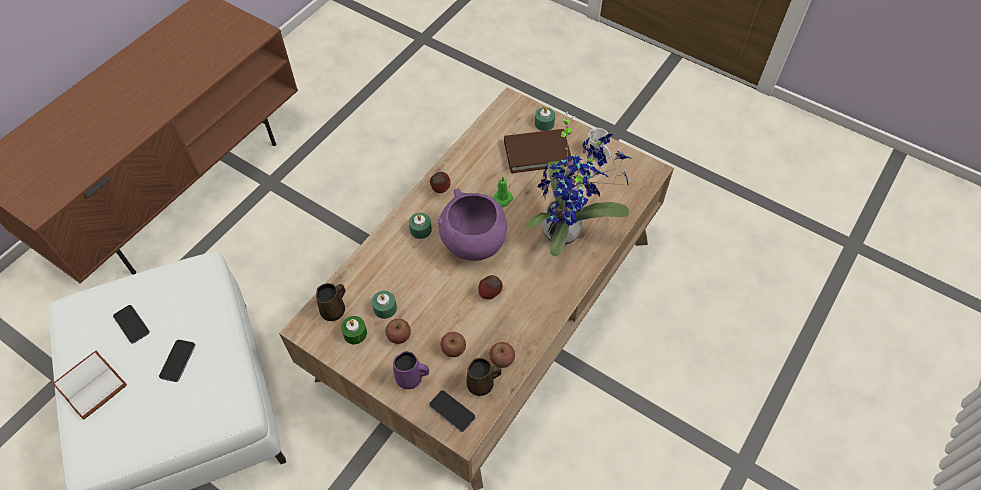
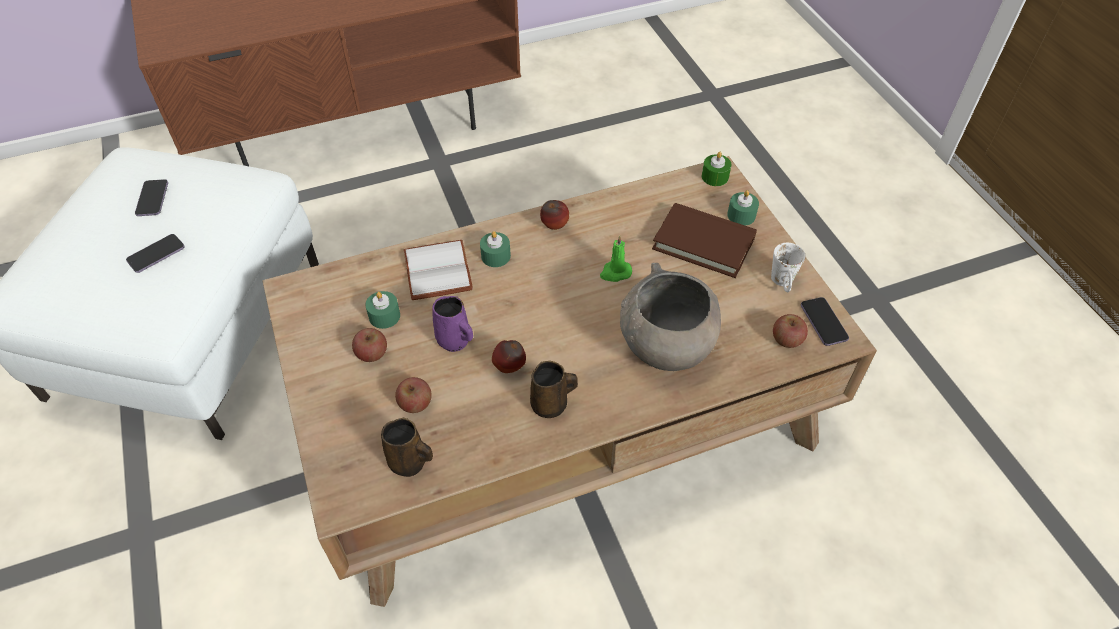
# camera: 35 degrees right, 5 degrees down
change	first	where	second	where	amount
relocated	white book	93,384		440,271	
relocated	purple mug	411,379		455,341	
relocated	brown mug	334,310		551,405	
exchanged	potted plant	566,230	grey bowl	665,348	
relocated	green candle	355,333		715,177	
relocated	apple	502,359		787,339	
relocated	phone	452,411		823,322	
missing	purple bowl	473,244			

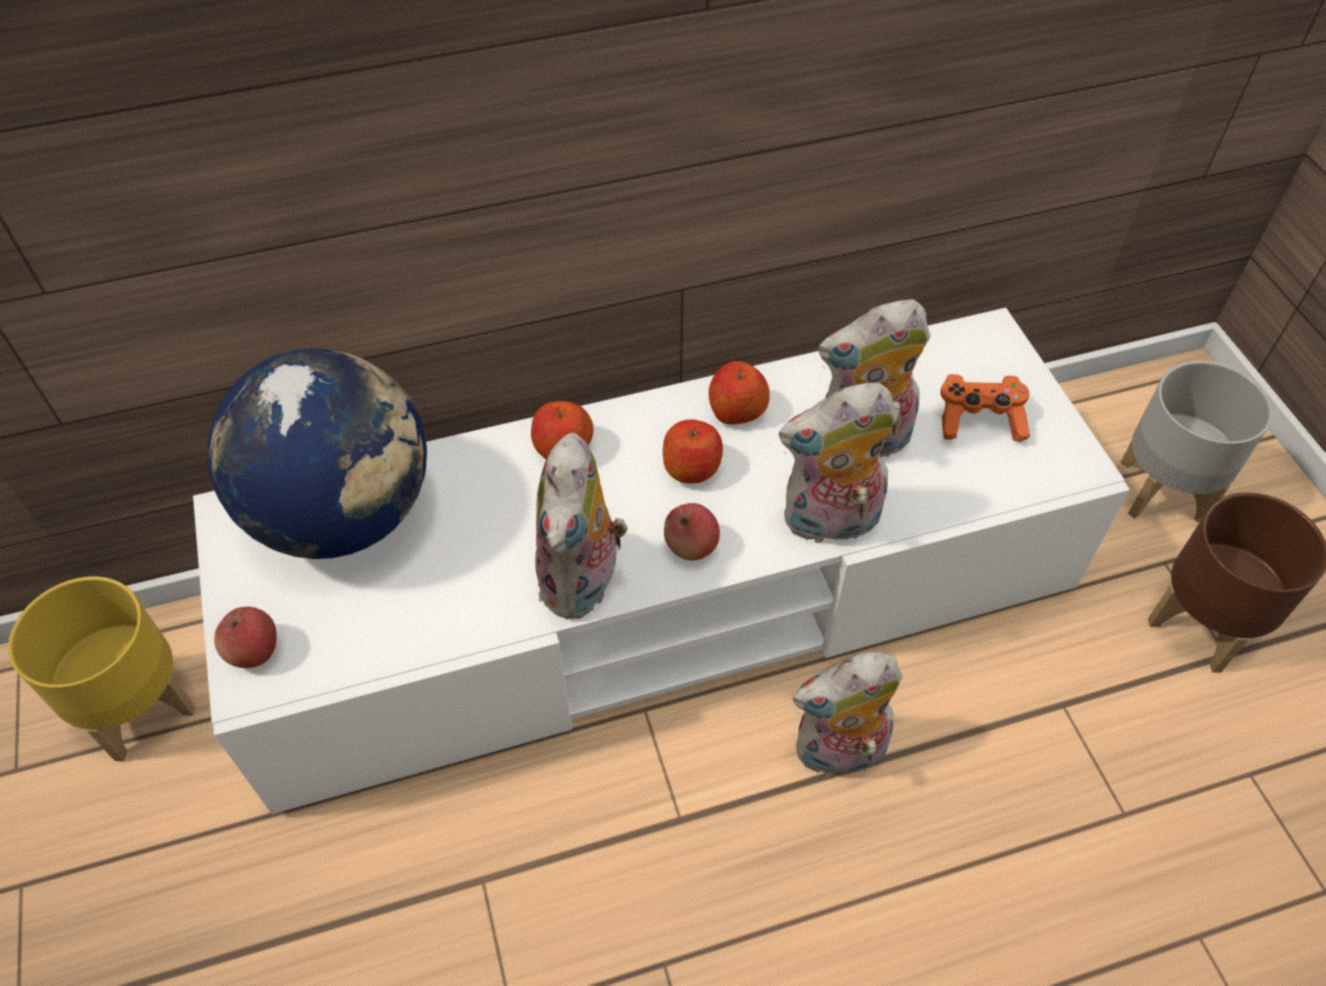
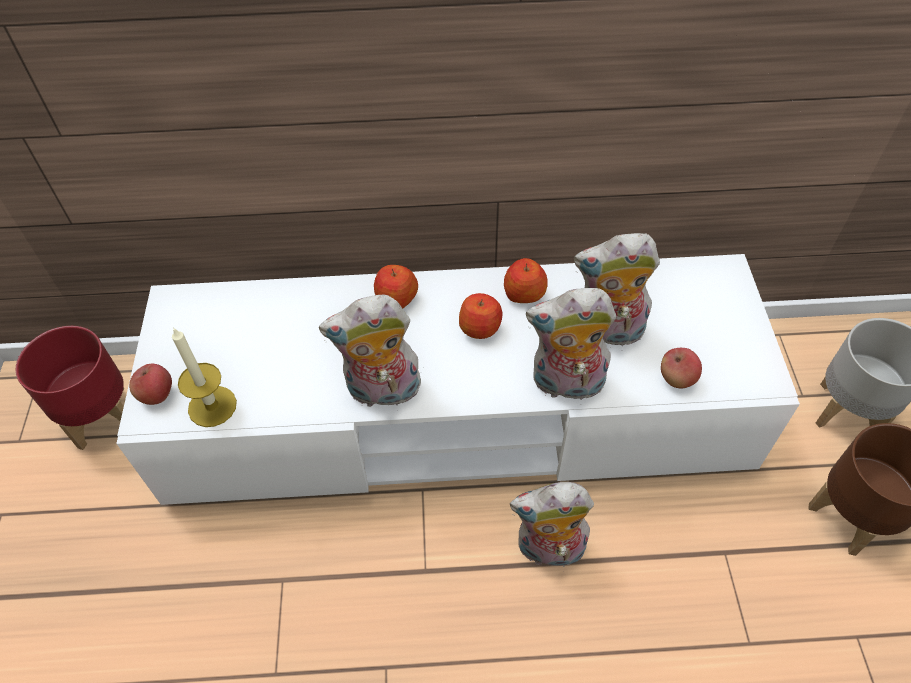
# camera: 15 degrees right, 0 degrees up
change	first	where	second	where	amount
colour	yellow planter	138,706	red planter	101,416	
appeared			candle	212,406	
spun	plush toy	583,582		382,392	60 degrees clockwise
relocated	apple	691,547		677,378	
missing	globe	344,514			
missing	orange game controller	979,419			

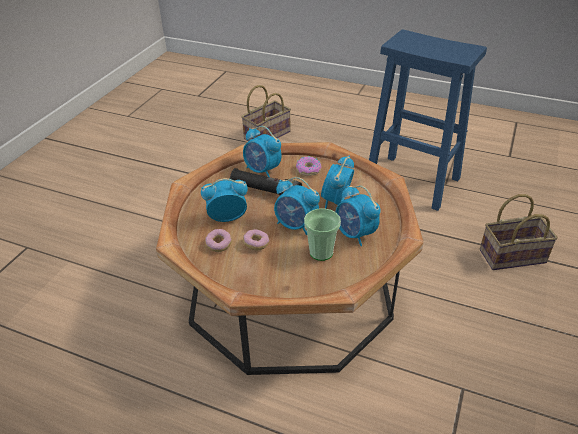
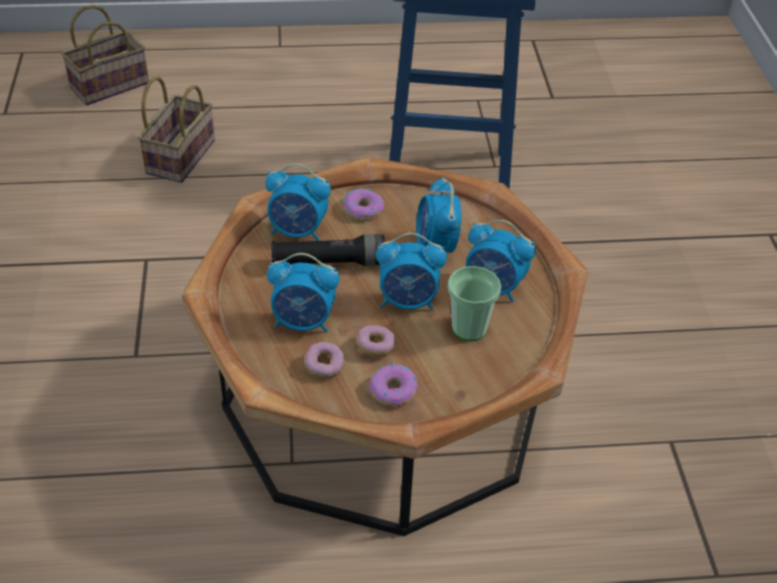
# camera: 30 degrees left, 5 degrees up
change	first	where	second	where	amount
relocated	basket	513,255		111,84	
spun	alarm clock	227,218		304,322	135 degrees counterclockwise
appeared			donut	394,390	

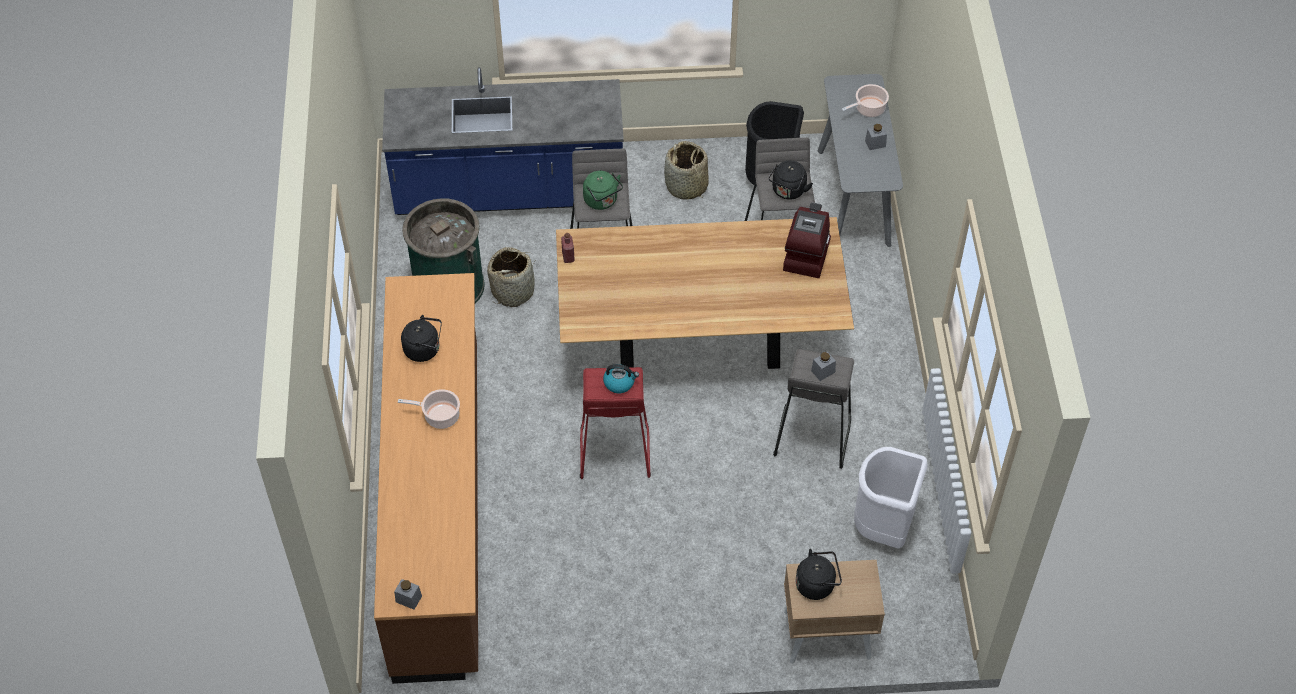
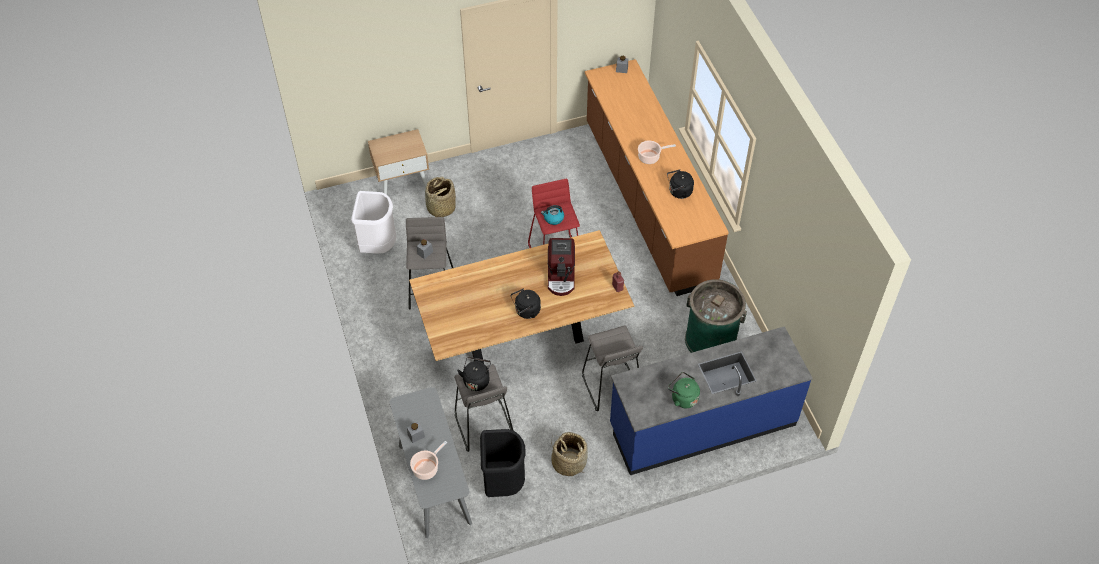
# camera: 165 degrees right, 0 degrees up
change	first	where	second	where	amount
relocated	basket	513,291		441,208	
relocated	black kettle	817,584		526,311	
relocated	coffee machine	806,253		561,277	
relocated	green kettle	602,201		683,398	

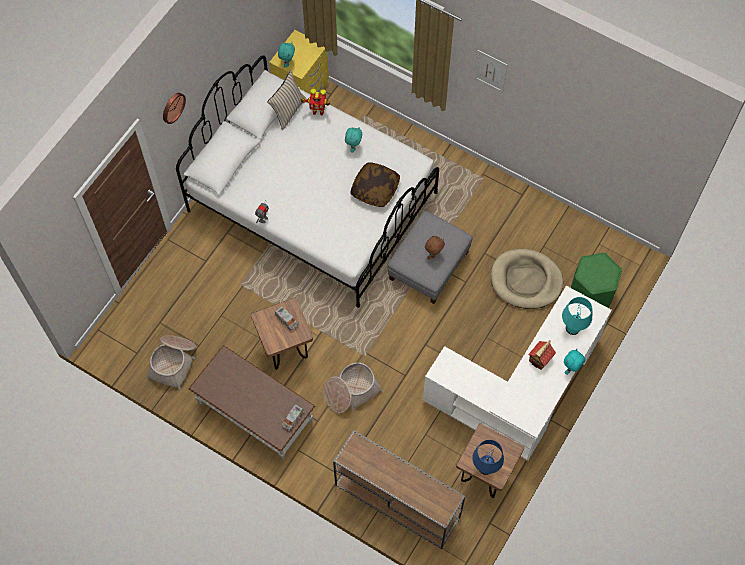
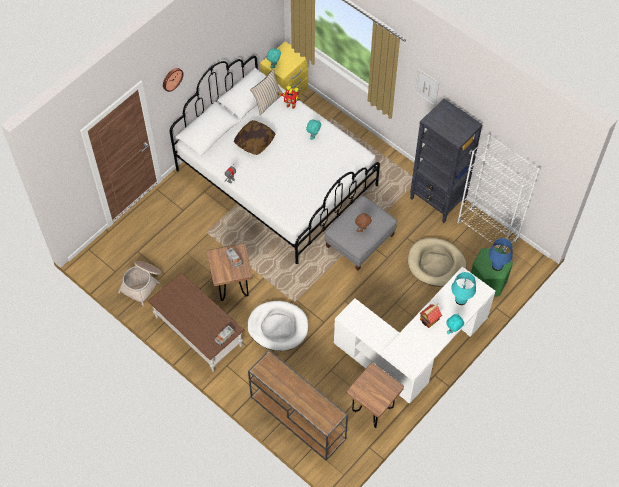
# camera: 10 degrees right, 5 degrees down
change	first	where	second	where	amount
relocated	pillow	375,189		254,141	
exchanged	basket	351,391	white dog bed	278,327	
appeared			black bookcase	437,201	
appeared			white bookcase	487,231	
relocated	blue table lamp	485,467		497,266	

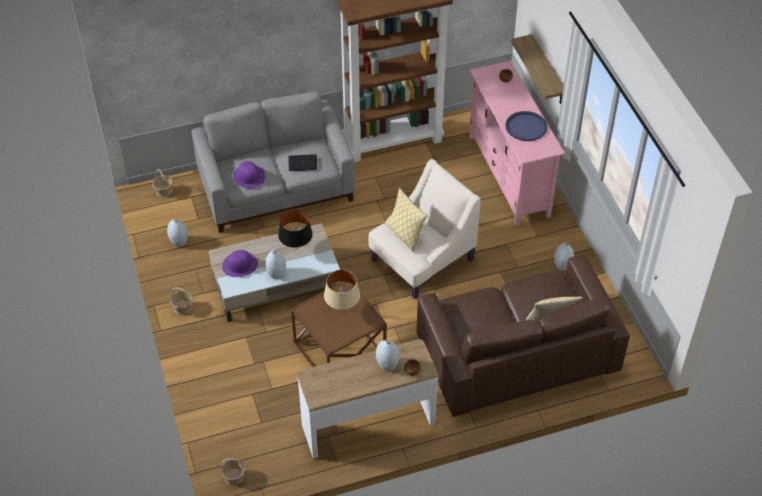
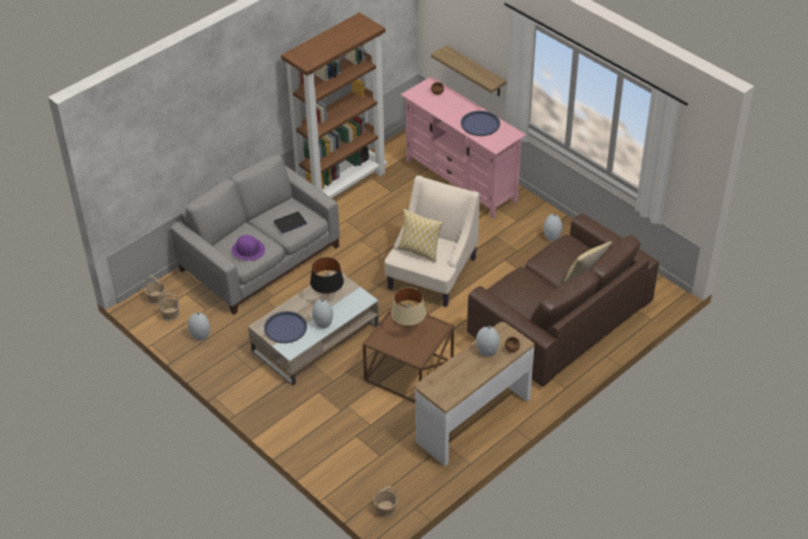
# camera: 25 degrees left, 5 degrees down
change	first	where	second	where	amount
relocated	basket	182,308		170,314	
exchanged	purple hat	240,265	blue tray	285,328	

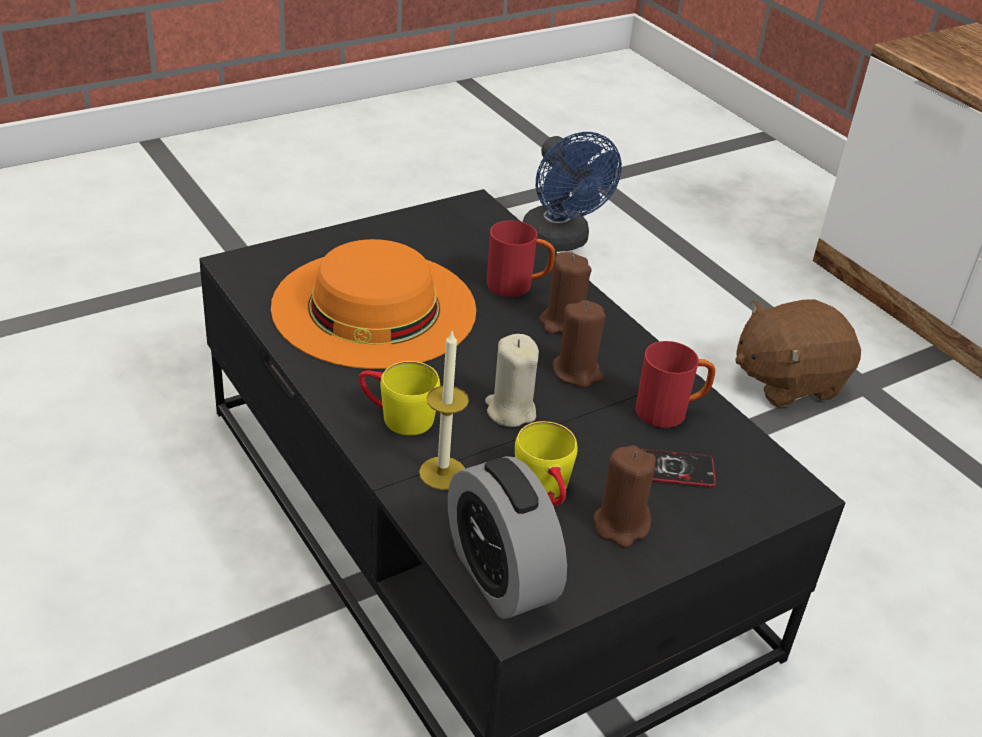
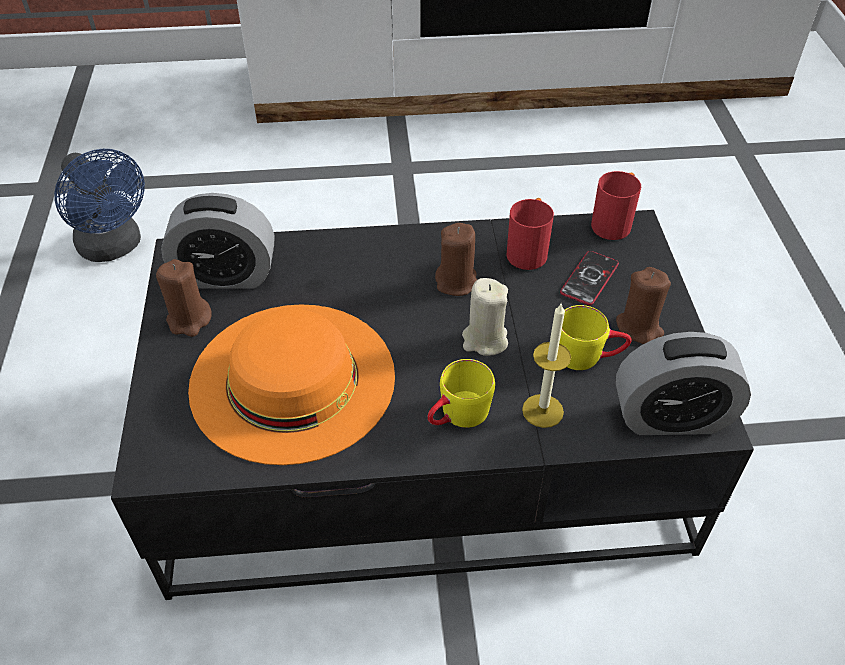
# camera: 60 degrees left, 10 degrees up
change	first	where	second	where	amount
spun	blue fan	560,242		114,247	45 degrees clockwise
relocated	brown candle	563,323		189,320	
appeared			alarm clock	226,275	
relocated	red mug	518,286		614,223	
missing	brown plush toy	786,381			

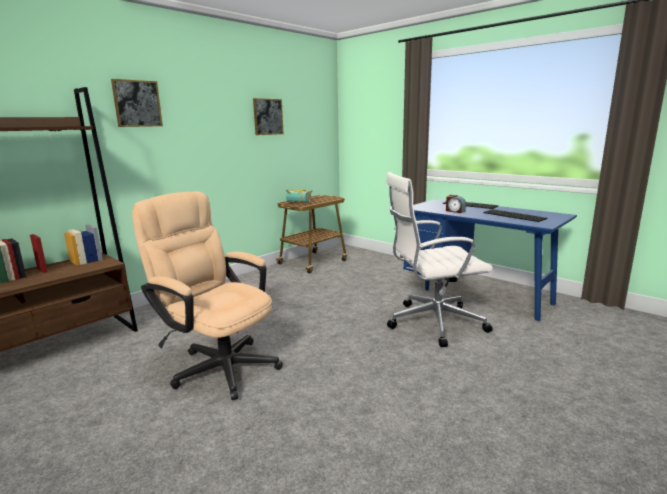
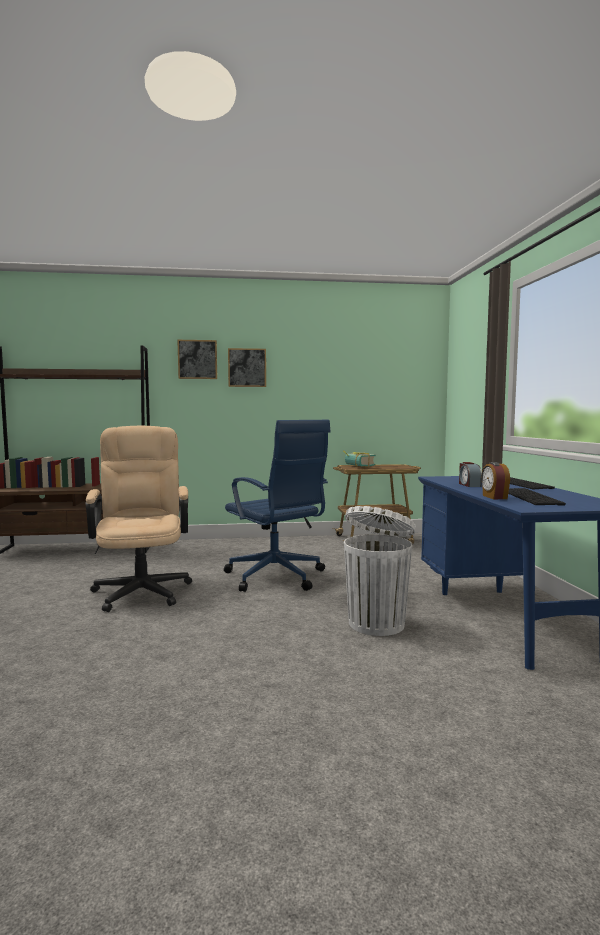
# camera: 40 degrees right, 10 degrees down
change	first	where	second	where	amount
appeared			blue office chair	276,577	
relocated	picture	268,116		247,367	
exchanged	white office chair	432,323	white trash can	377,623	
appeared			alarm clock	494,497	

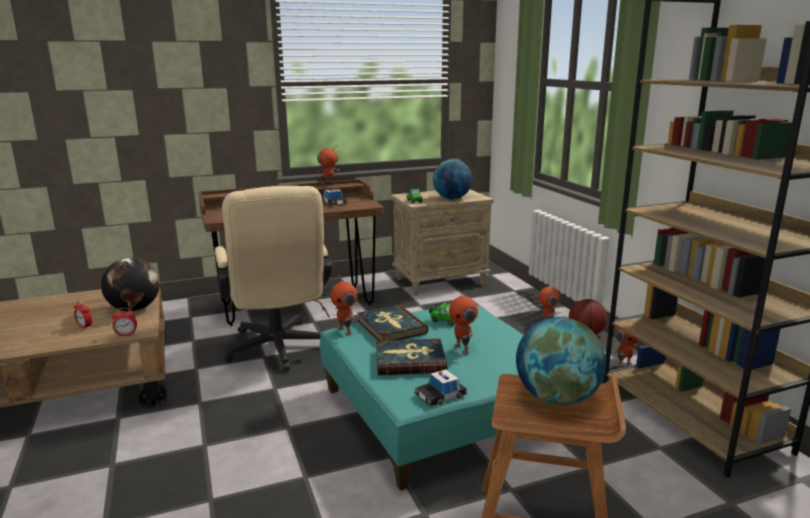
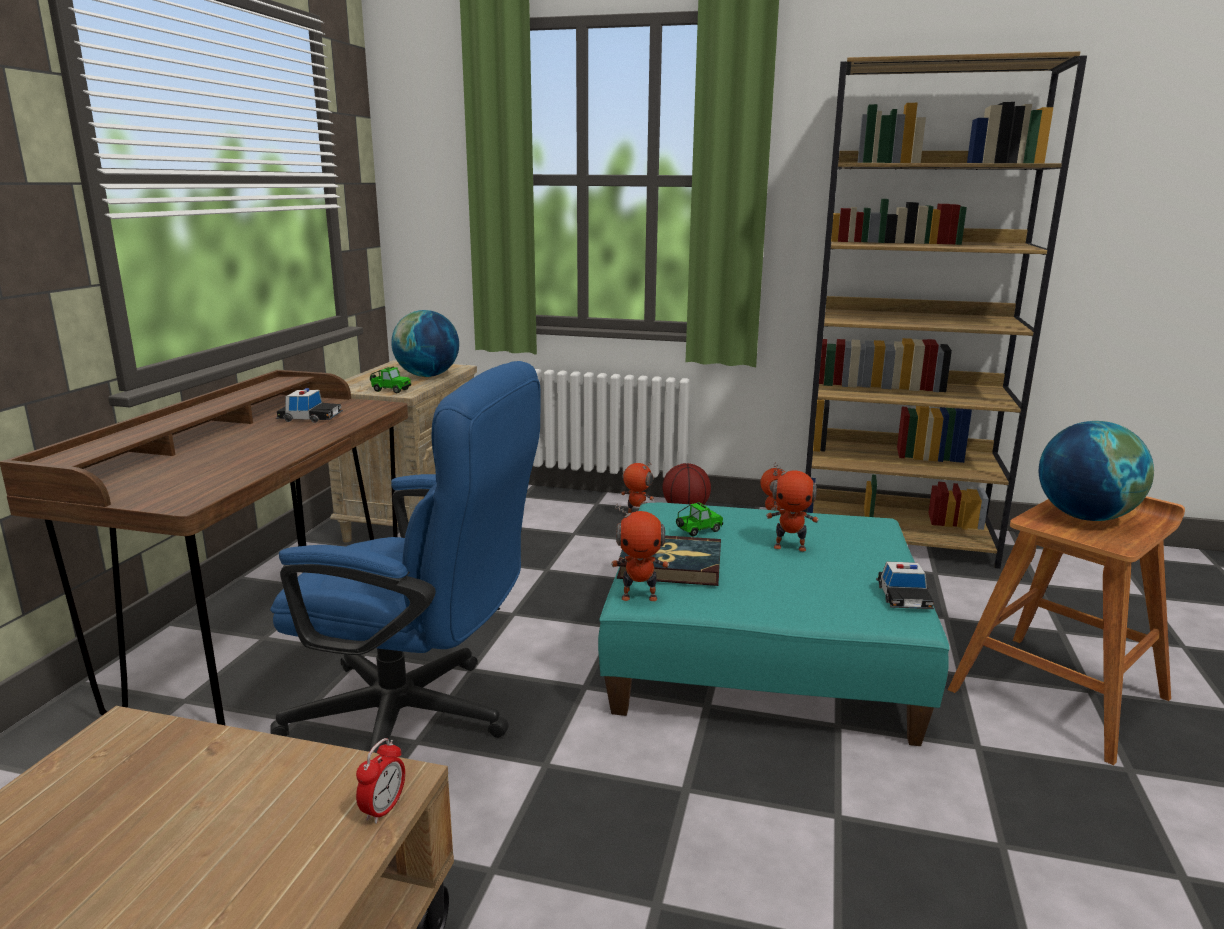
# camera: 55 degrees left, 0 degrees up
change	first	where	second	where	amount
colour	beige office chair	278,351	blue office chair	418,720	
missing	alarm clock	85,327			
missing	globe	134,309			
missing	toy robot	328,186			
missing	book	410,360			

